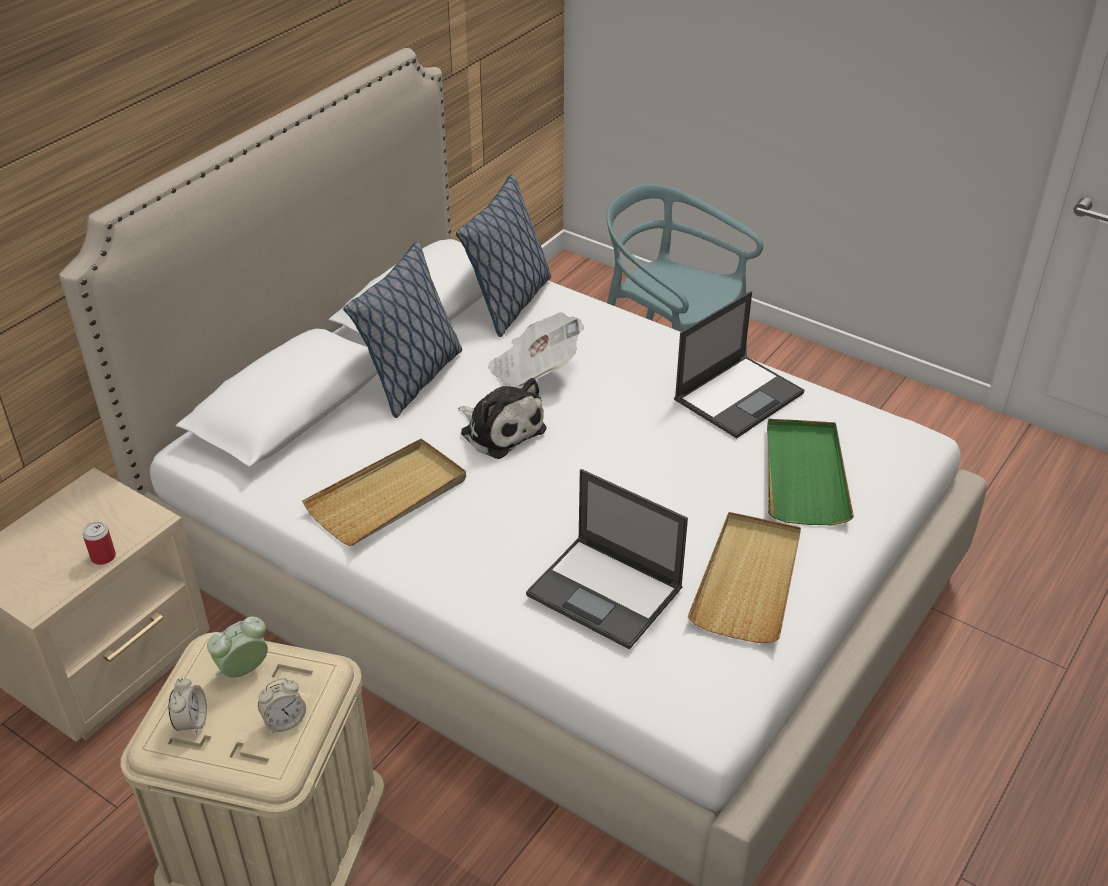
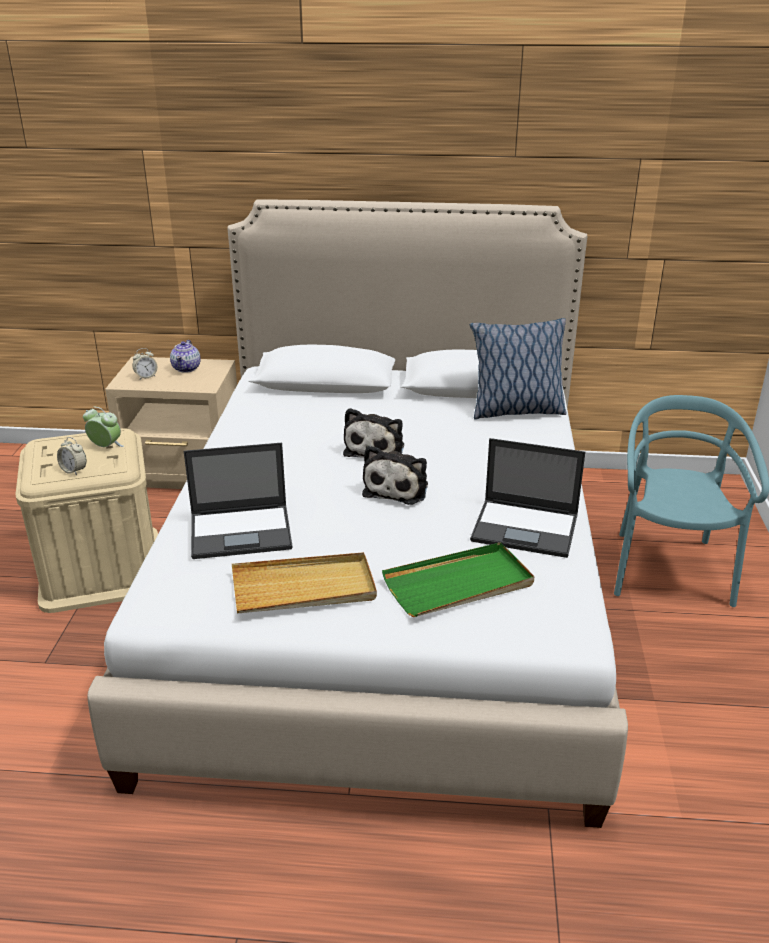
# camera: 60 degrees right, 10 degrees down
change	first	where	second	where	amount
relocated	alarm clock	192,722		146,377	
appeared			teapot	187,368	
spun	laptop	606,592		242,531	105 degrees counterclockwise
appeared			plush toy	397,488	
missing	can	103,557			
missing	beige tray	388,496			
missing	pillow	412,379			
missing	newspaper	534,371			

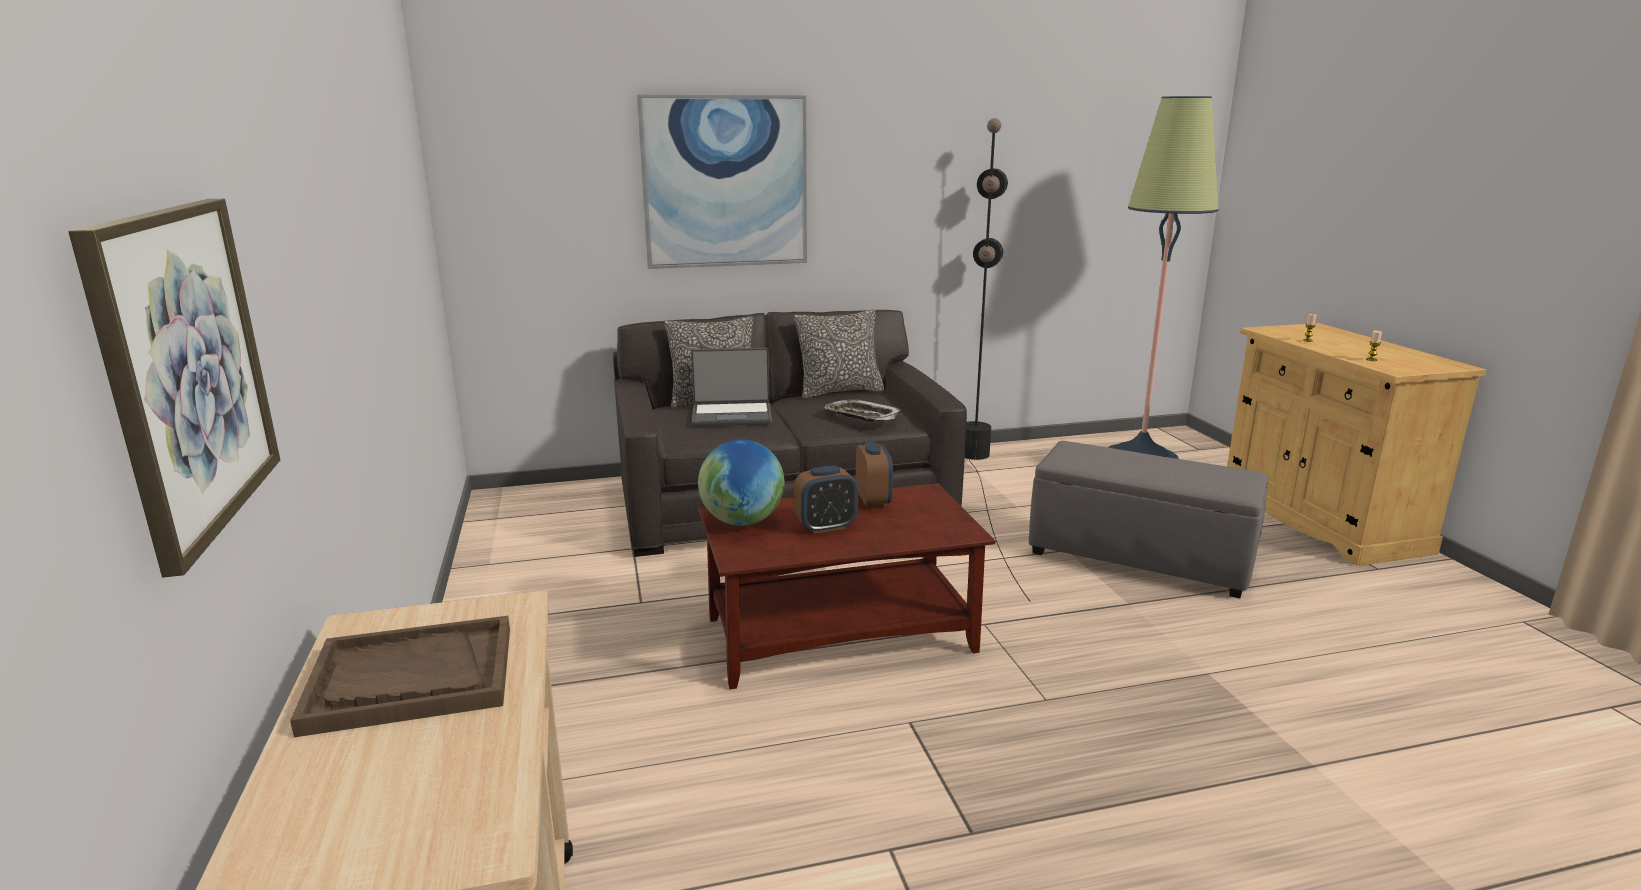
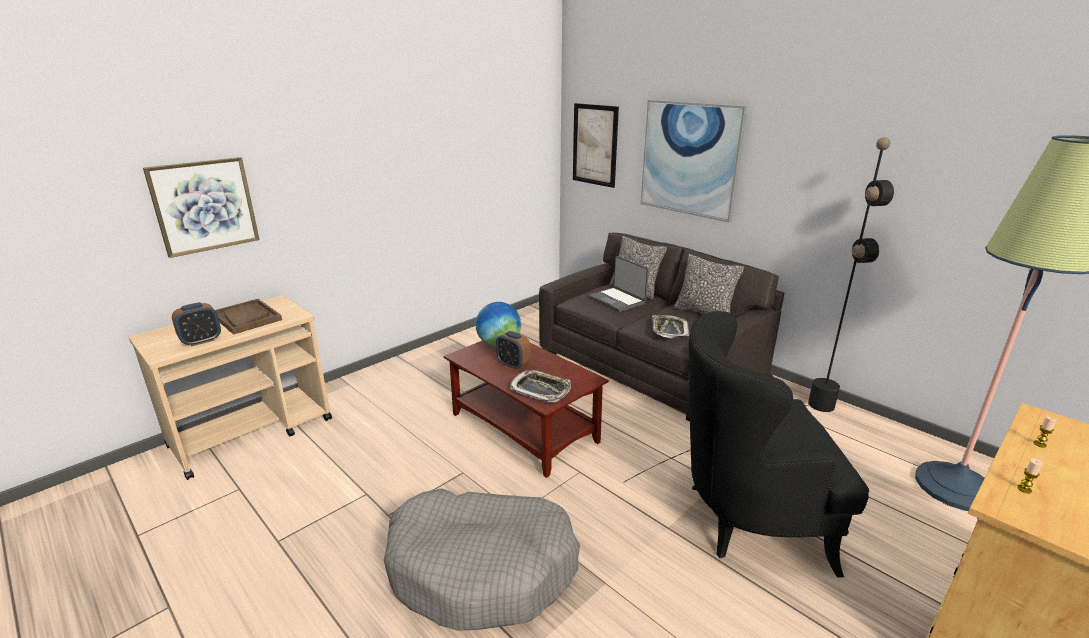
# camera: 60 degrees right, 5 degrees up
change	first	where	second	where	amount
relocated	alarm clock	873,500		201,341	
appeared			grey dog bed	482,569	
appeared			tray	540,389	
appeared			picture	595,145	
exchanged	grey ottoman	1137,557	black armchair	746,519	

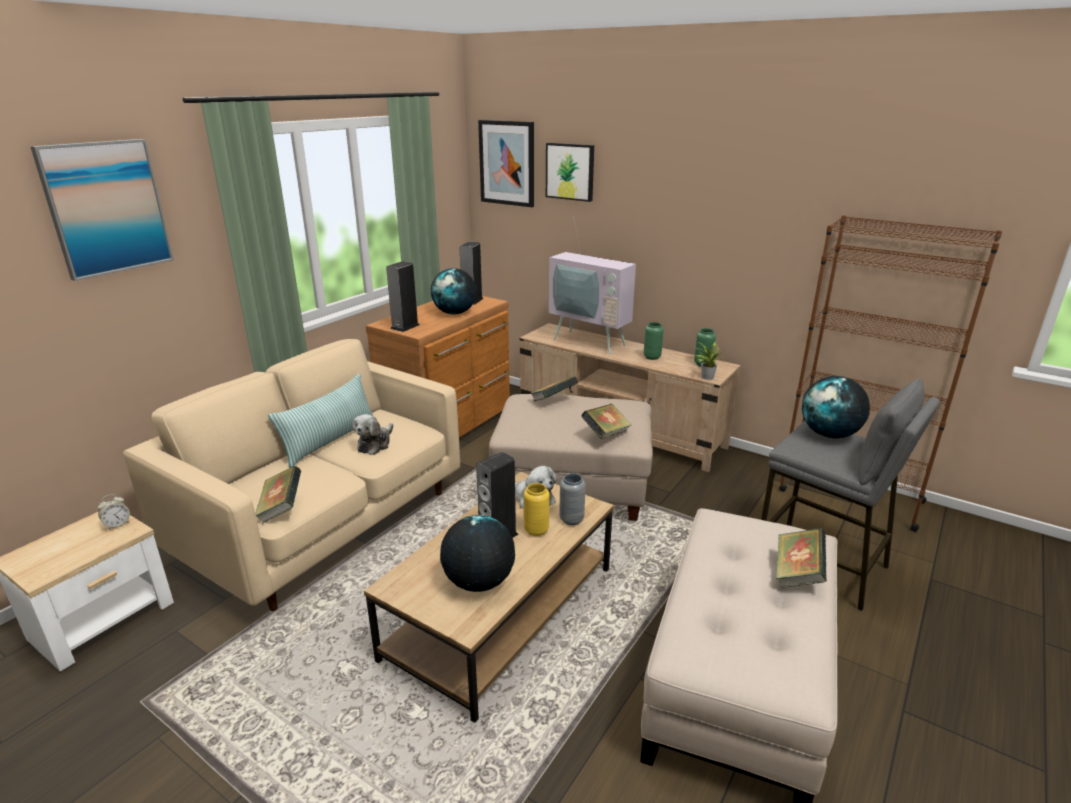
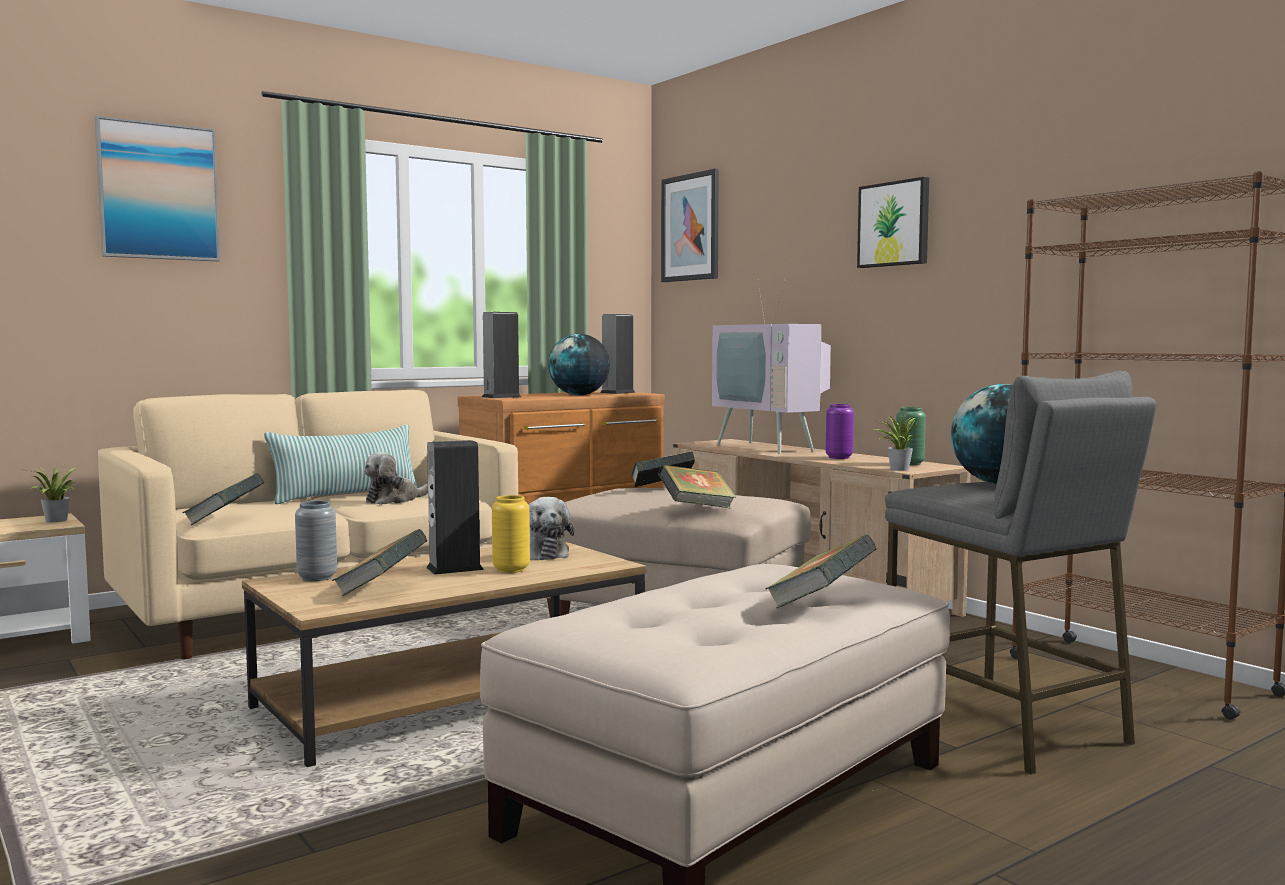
# camera: 20 degrees right, 20 degrees down
change	first	where	second	where	amount
exchanged	alarm clock	117,524	potted plant	56,521	
relocated	grey vase	571,519		317,578	
exchanged	globe	478,582	book	381,589	
colour	green vase	652,357	purple vase	839,457	
relocated	picture	570,171		894,224	

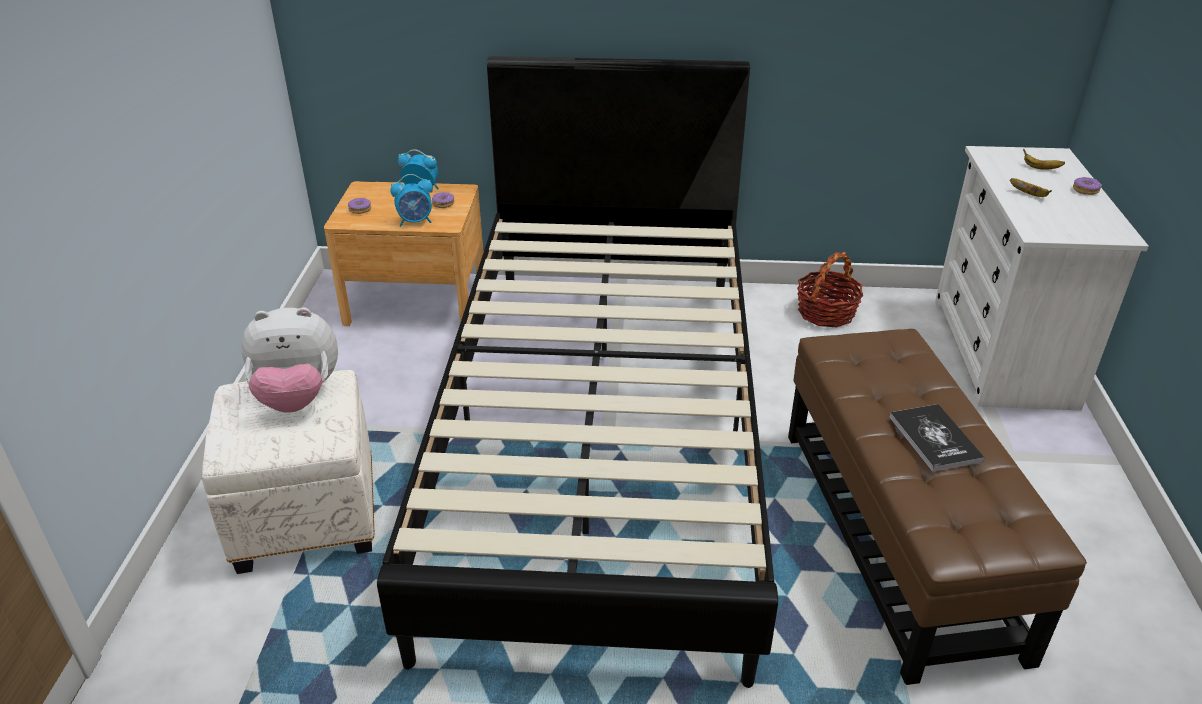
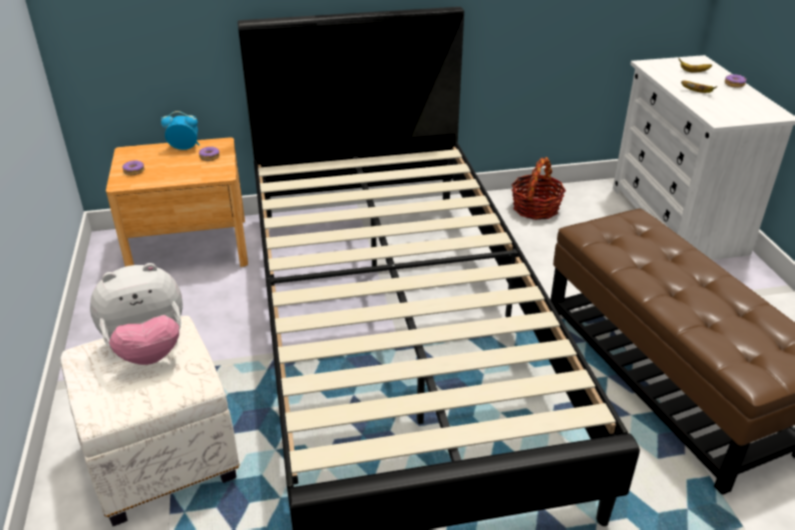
# camera: 15 degrees left, 0 degrees up
change	first	where	second	where	amount
missing	alarm clock	415,222			
missing	book	934,439			

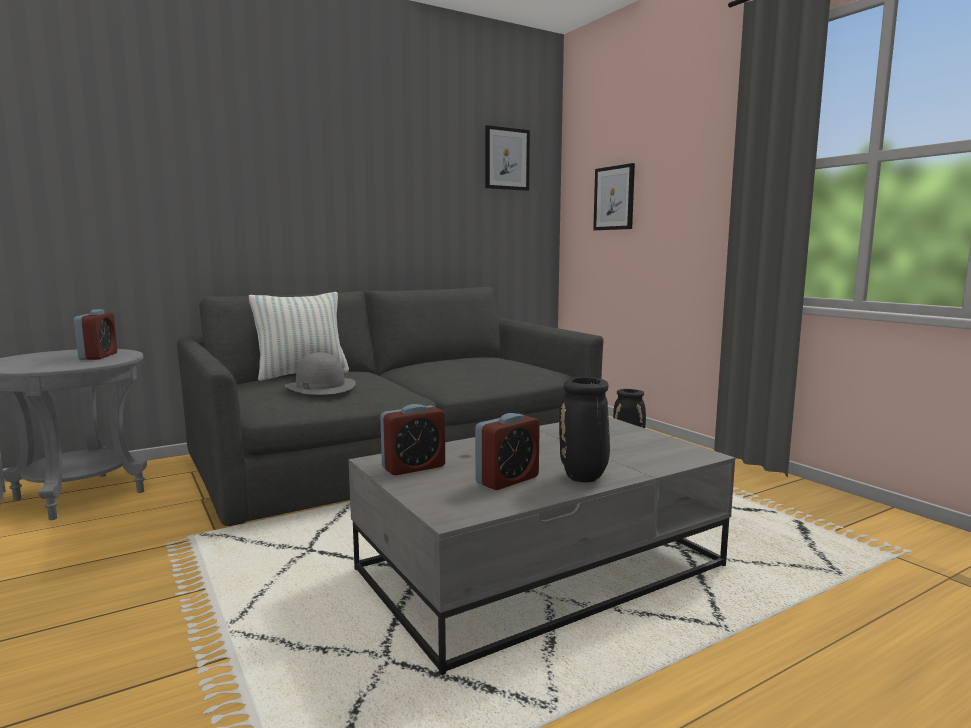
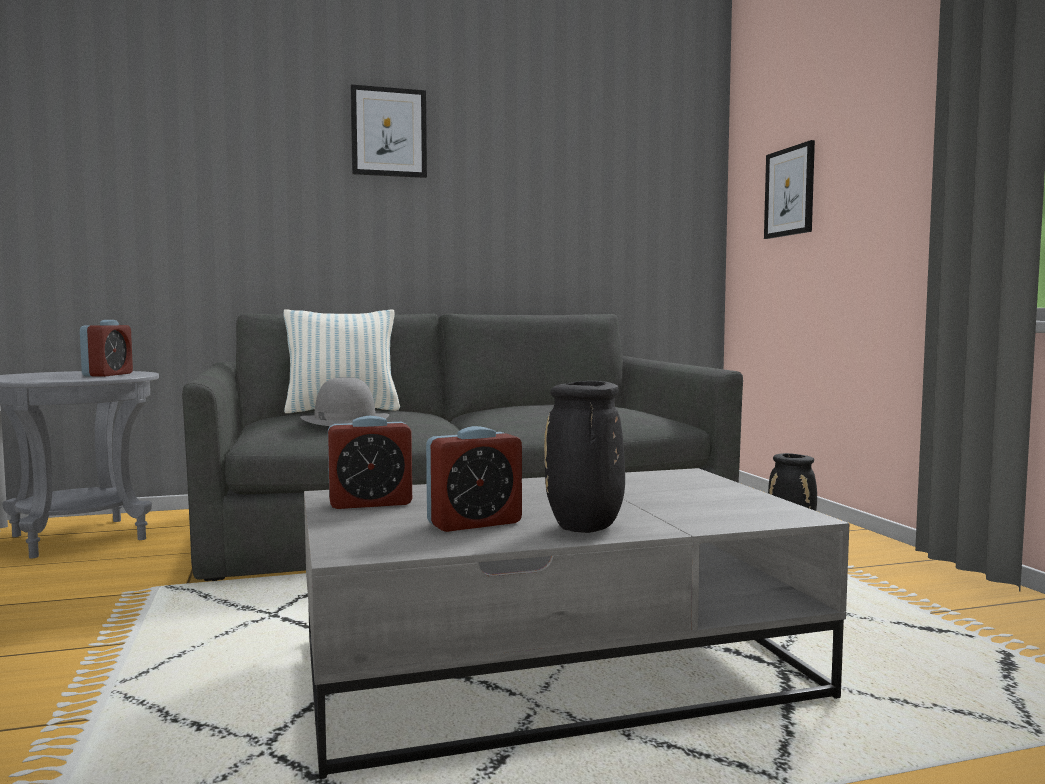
# camera: 15 degrees right, 5 degrees down
change	first	where	second	where	amount
relocated	picture	506,159		389,132	

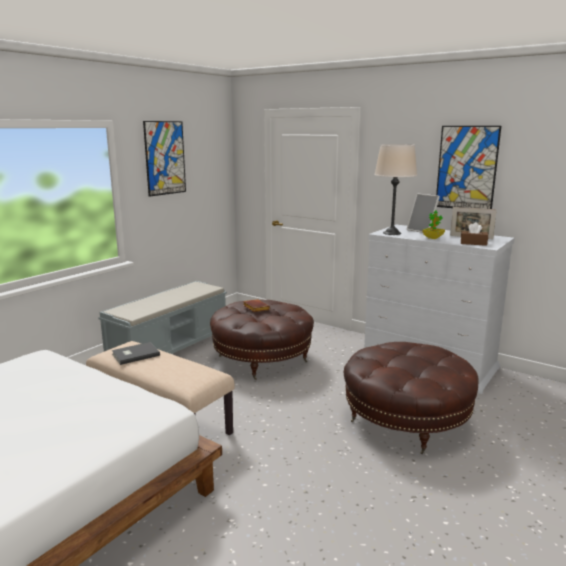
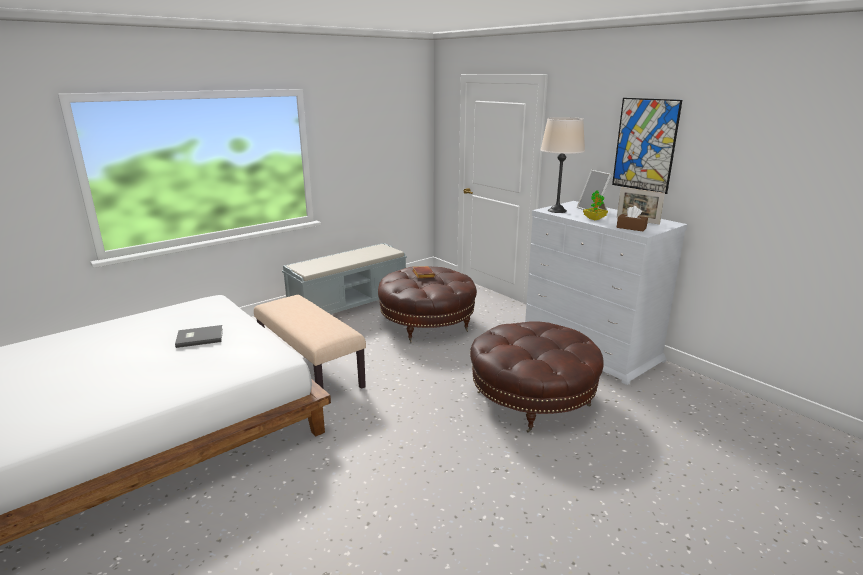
# camera: 15 degrees right, 5 degrees up
change	first	where	second	where	amount
relocated	grey book	135,354		199,337	
missing	picture	165,158			

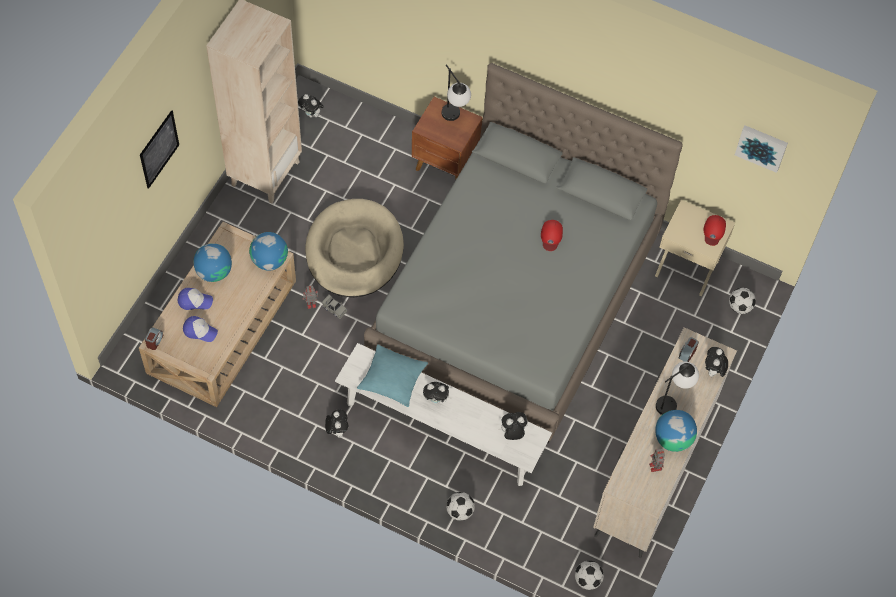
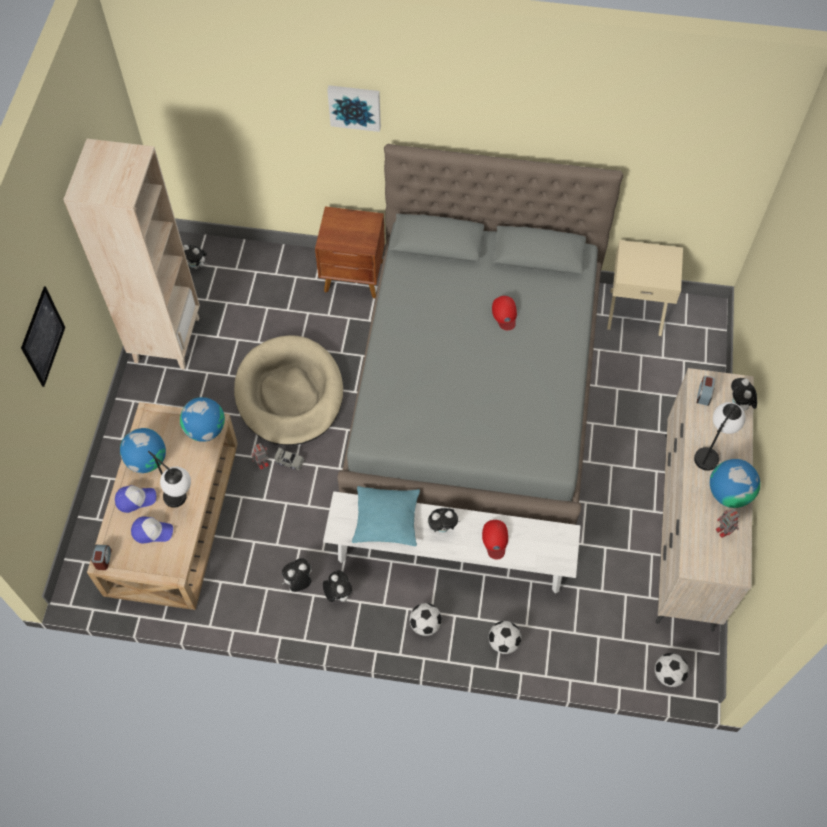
# camera: 15 degrees left, 0 degrees up
change	first	where	second	where	amount
relocated	table lamp	454,118		181,502	
relocated	plush toy	512,433		299,582	
relocated	picture	761,147		355,106	
relocated	football	740,307		425,624	
relocated	red cap	713,231		495,539	

